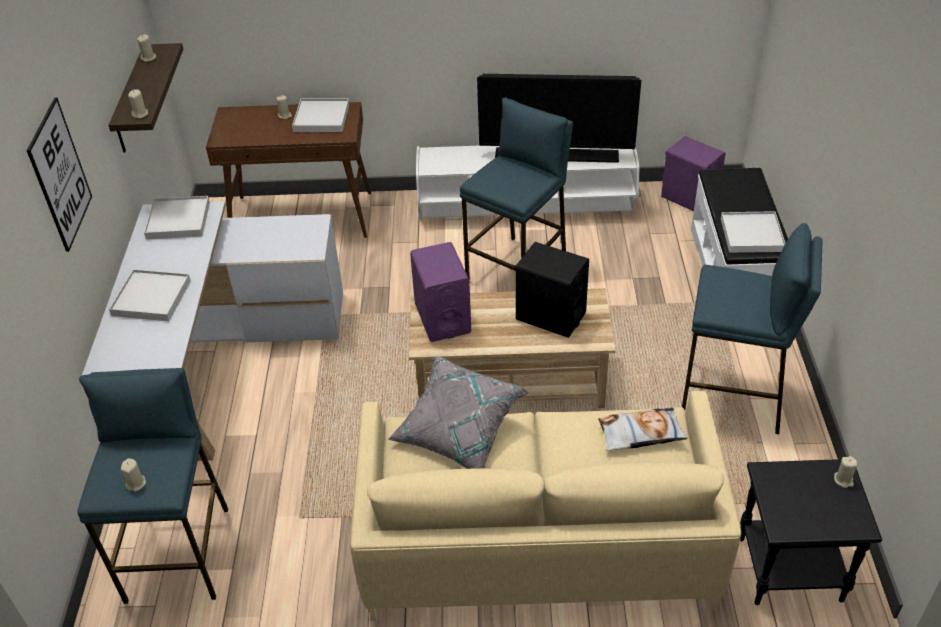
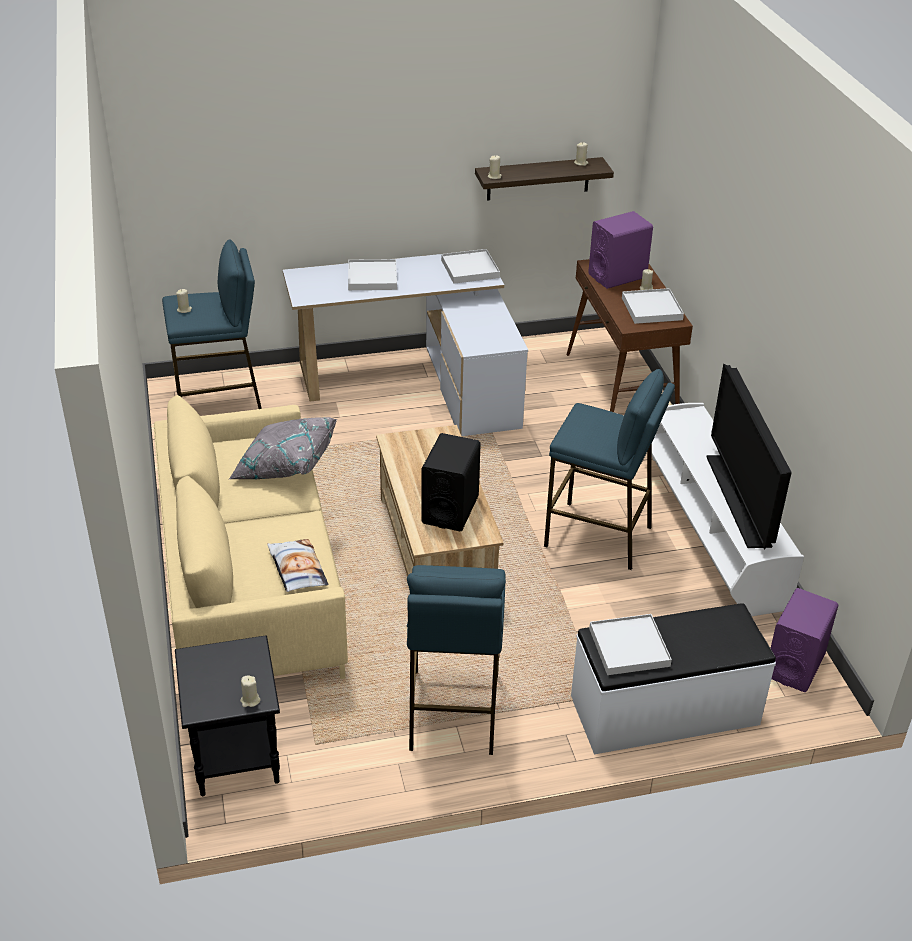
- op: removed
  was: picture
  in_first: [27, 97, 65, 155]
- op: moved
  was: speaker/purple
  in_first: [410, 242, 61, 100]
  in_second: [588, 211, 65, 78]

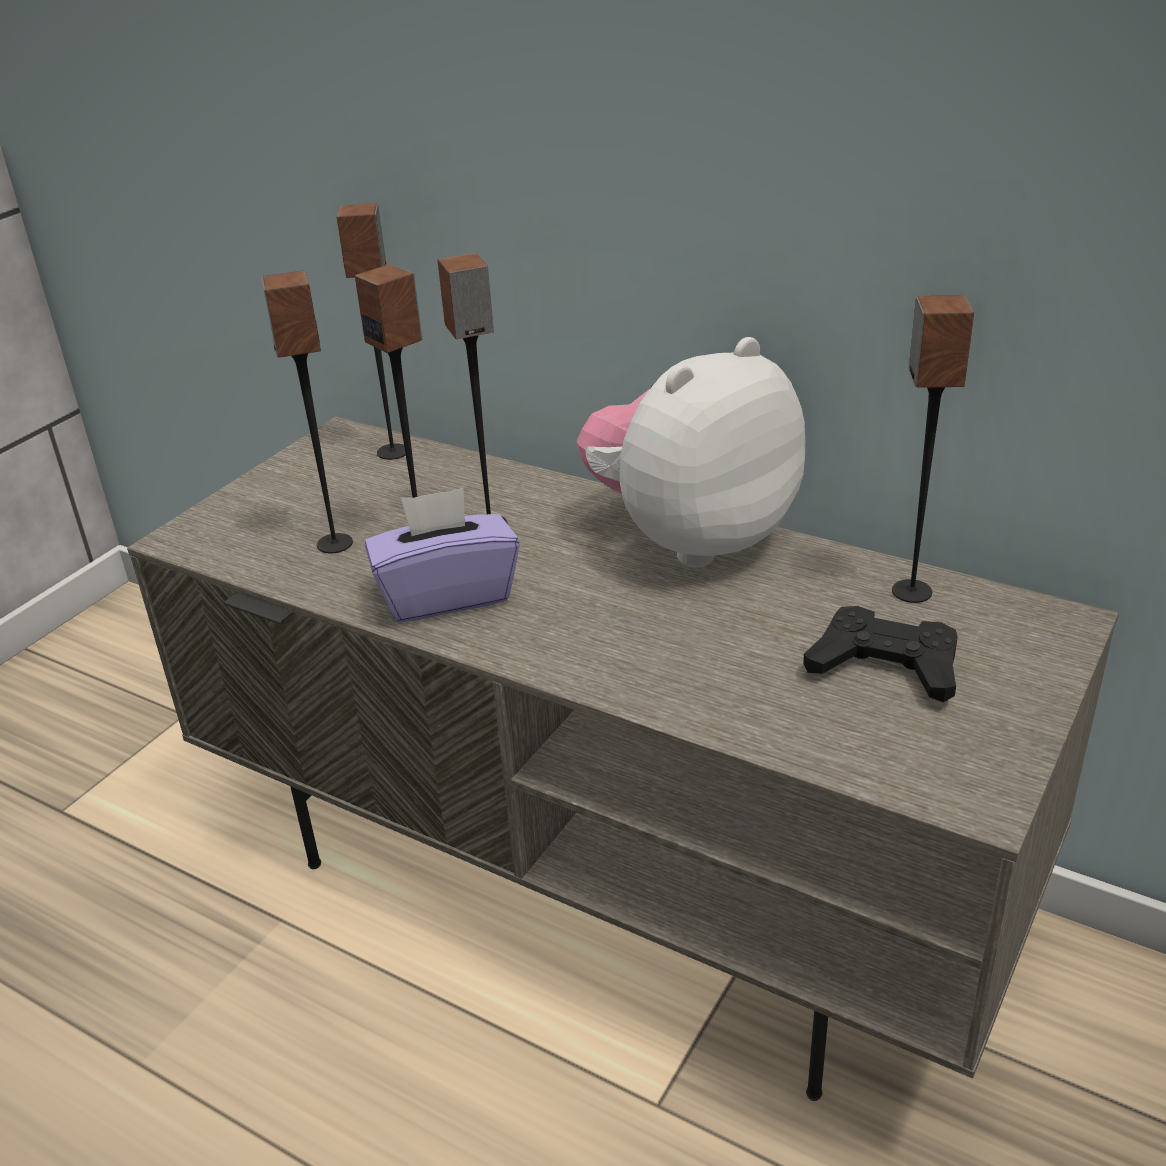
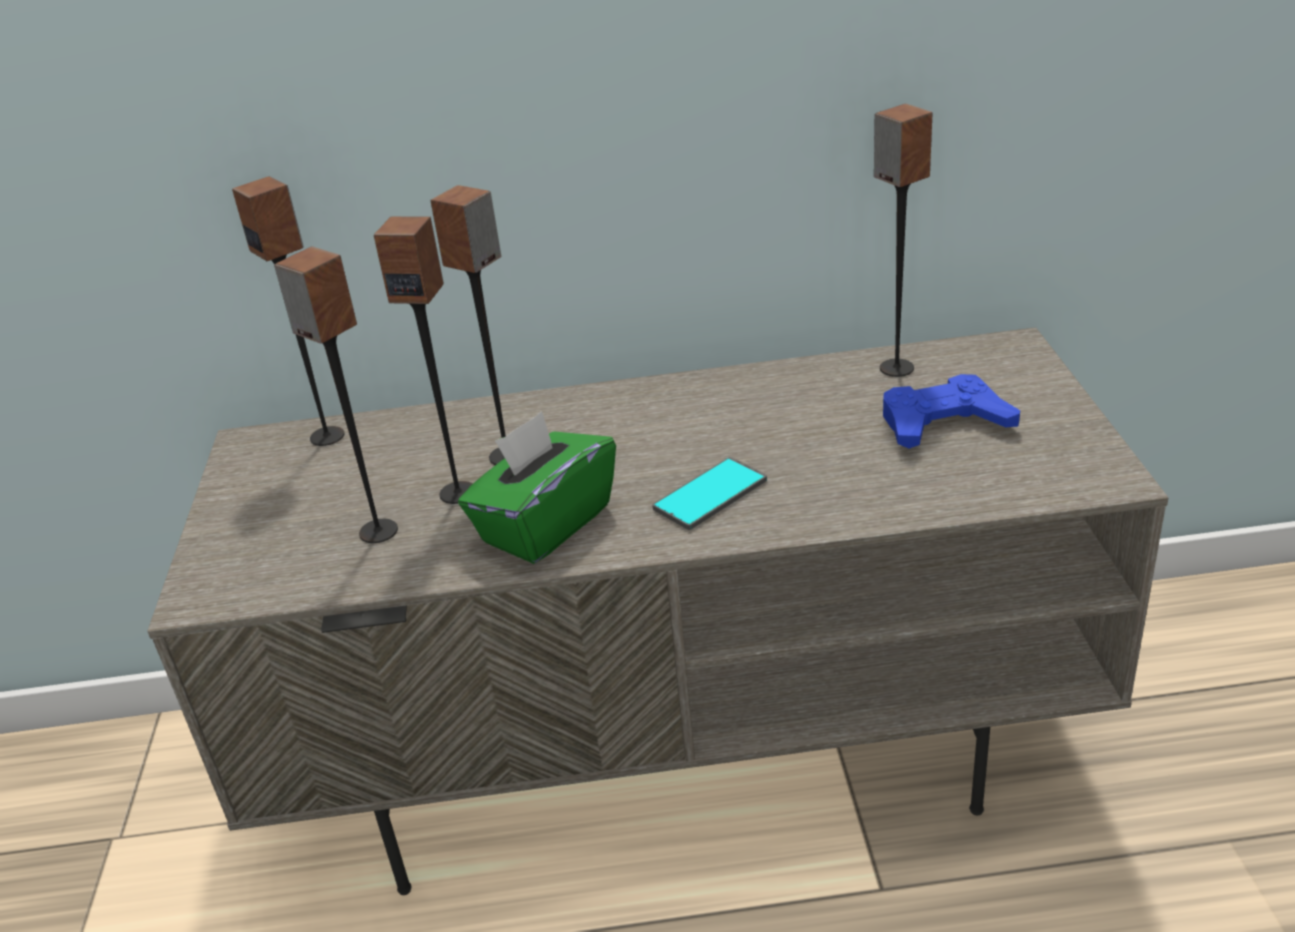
- op: removed
  was: plush toy
  in_first: [576, 337, 229, 230]
- op: recoloured
  was: tissue box/purple
  now: tissue box/green
  in_first: [365, 488, 154, 134]
  in_second: [458, 411, 158, 153]
- op: recoloured
  was: game controller/black
  now: game controller/blue
  in_first: [803, 606, 155, 96]
  in_second: [883, 374, 137, 74]
- op: added
  now: phone
  in_second: [652, 457, 115, 73]

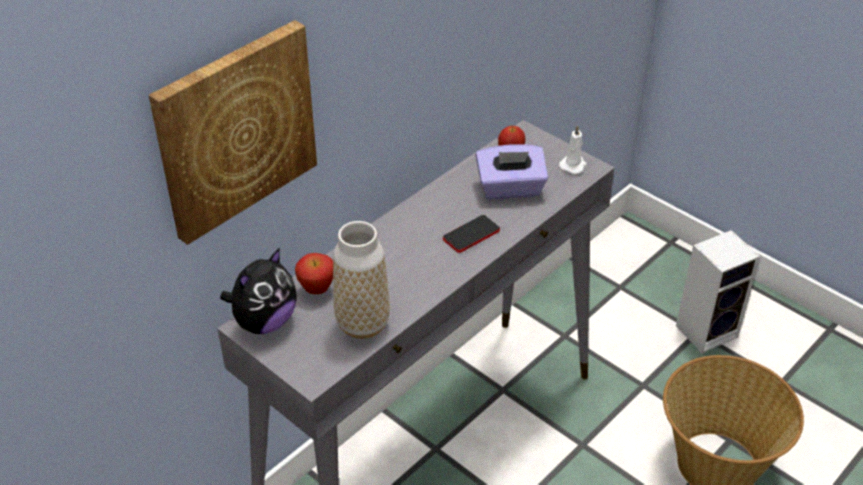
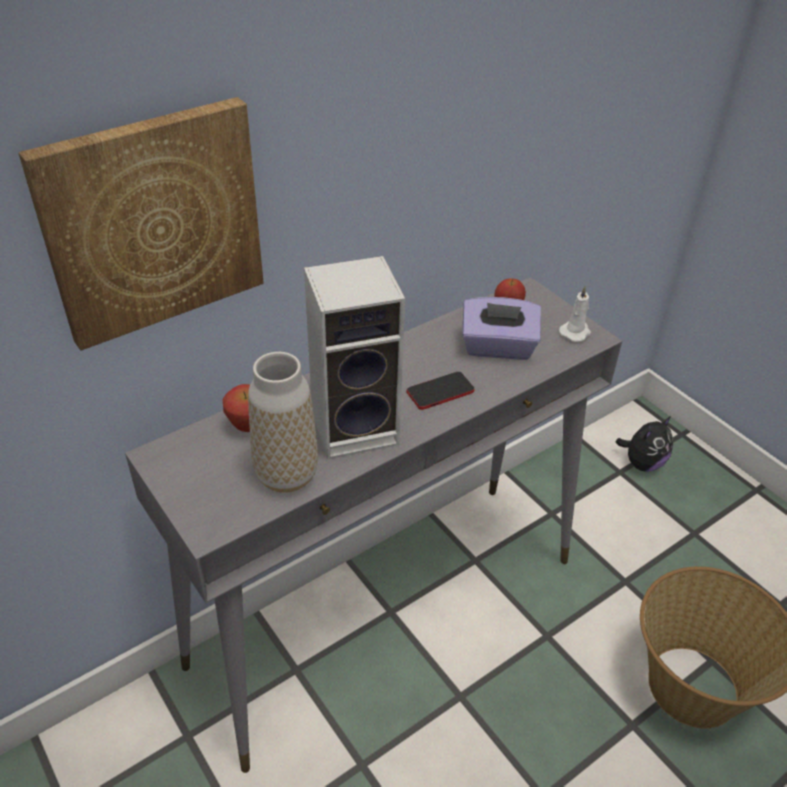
- op: moved
  was: speaker
  in_first: [676, 230, 84, 123]
  in_second: [304, 256, 101, 203]
- op: moved
  was: plush toy
  in_first: [220, 248, 77, 86]
  in_second: [615, 416, 58, 56]

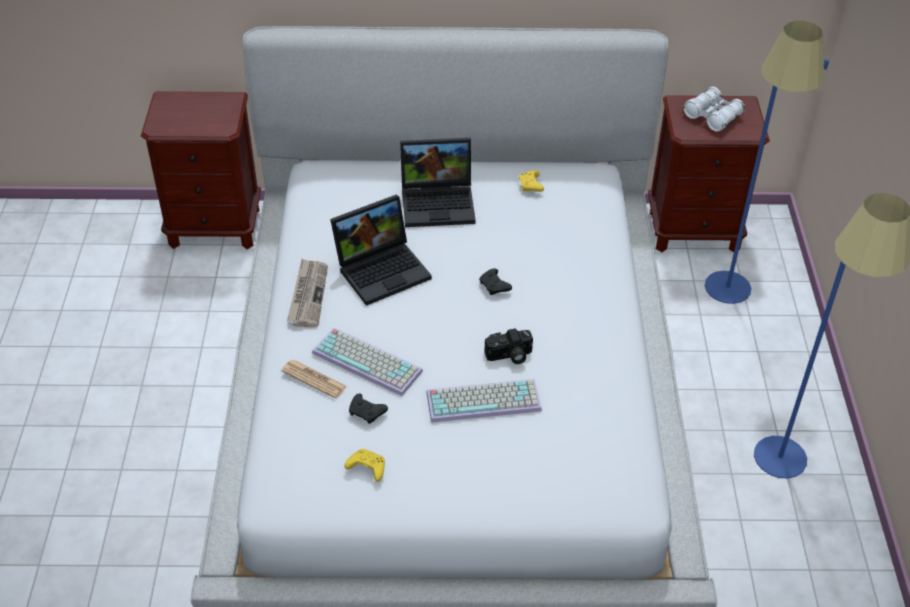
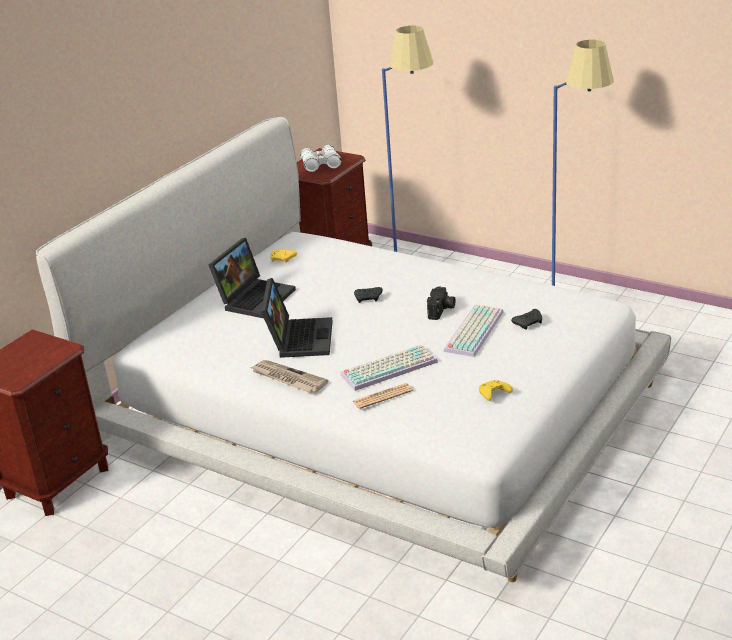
- op: moved
  was: game controller/black
  in_first: [349, 394, 39, 30]
  in_second: [511, 309, 31, 21]

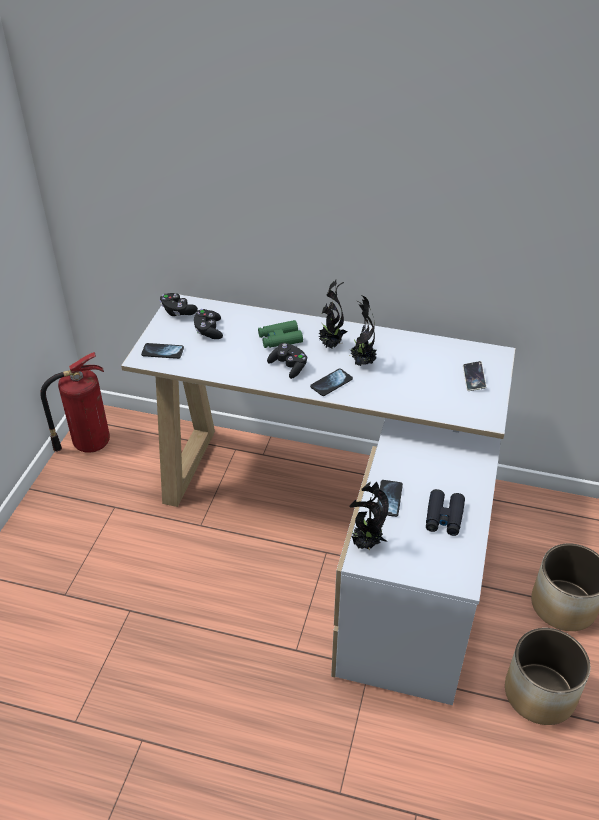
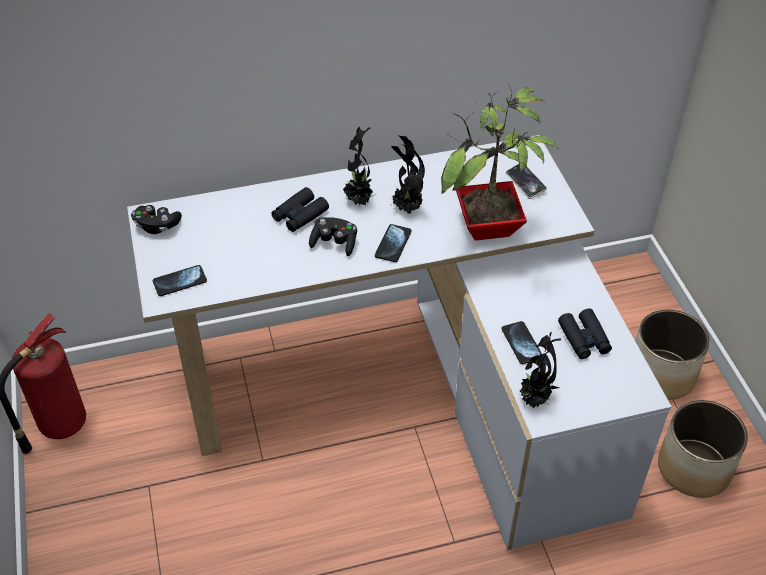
- op: removed
  was: game controller/black
  in_first: [194, 309, 29, 30]
- op: recoloured
  was: binoculars/green
  now: binoculars/black
  in_first: [258, 320, 45, 28]
  in_second: [271, 187, 58, 45]
- op: added
  now: potted plant
  in_second: [441, 84, 117, 157]

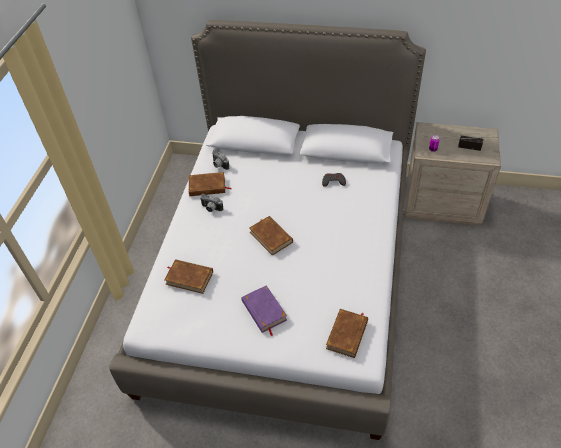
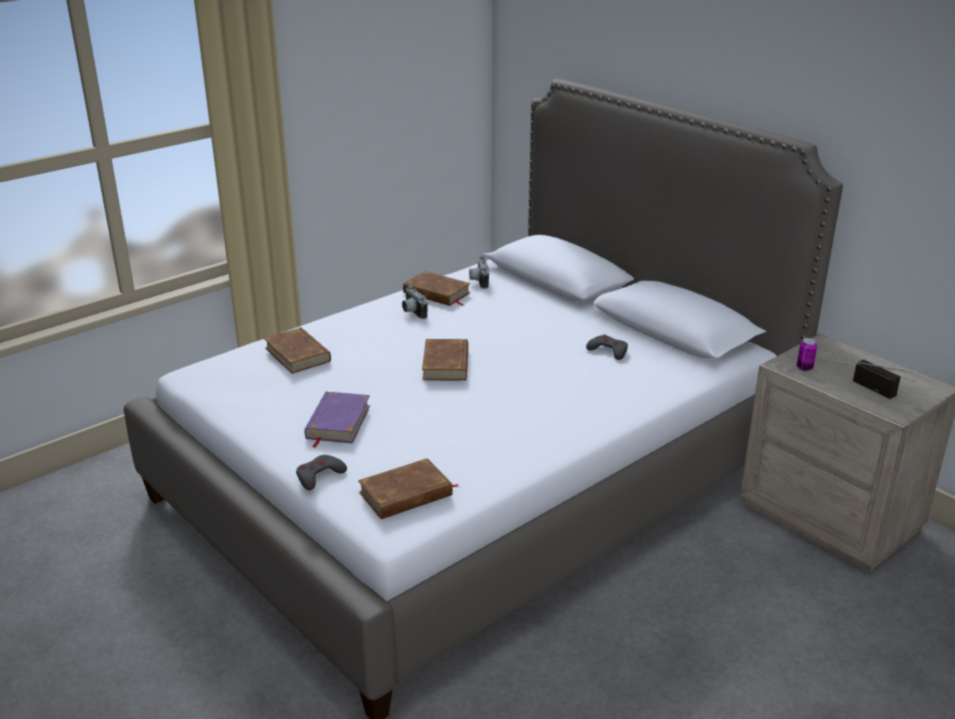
- op: added
  now: game controller/grey
  in_second: [296, 455, 51, 35]

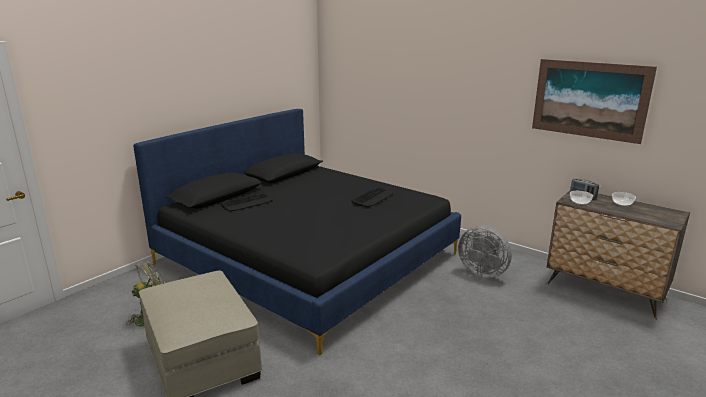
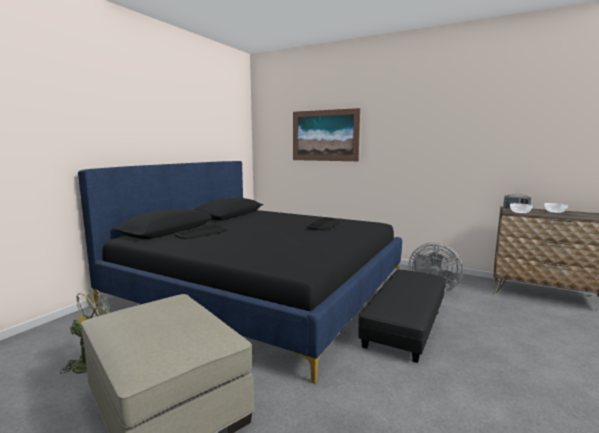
- op: moved
  was: picture
  in_first: [532, 59, 125, 85]
  in_second: [293, 108, 67, 53]
- op: added
  now: ottoman/black
  in_second: [358, 270, 88, 93]

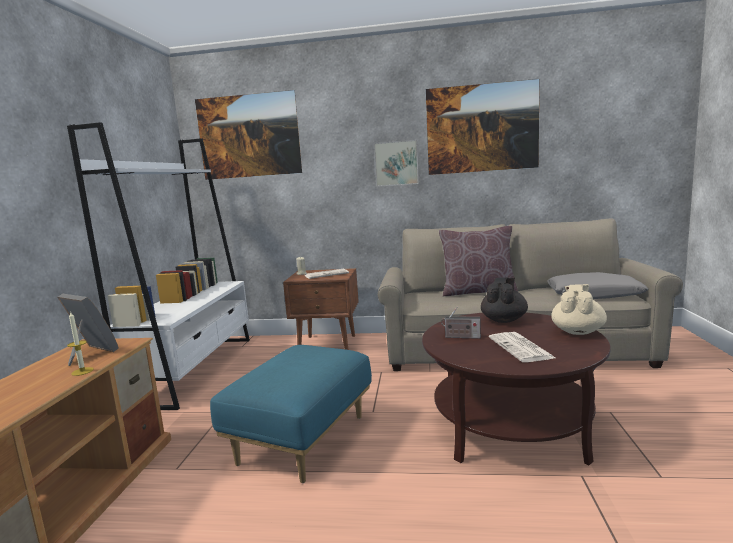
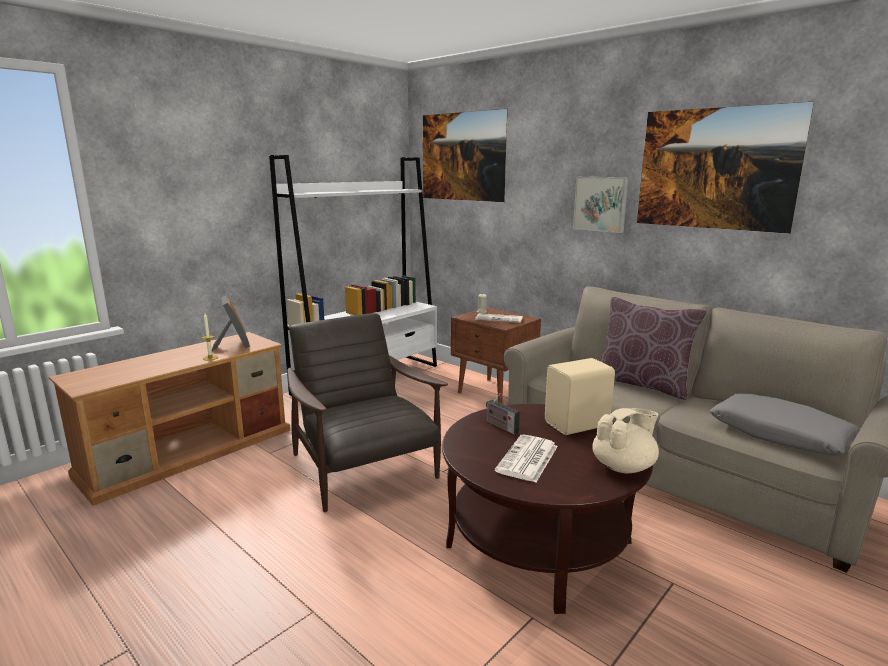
- op: replaced
  was: teapot/black
  now: speaker/beige
  in_first: [481, 277, 47, 46]
  in_second: [545, 358, 70, 77]
- op: replaced
  was: ottoman/blue
  now: armchair/brown
  in_first: [210, 345, 162, 138]
  in_second: [287, 313, 161, 199]

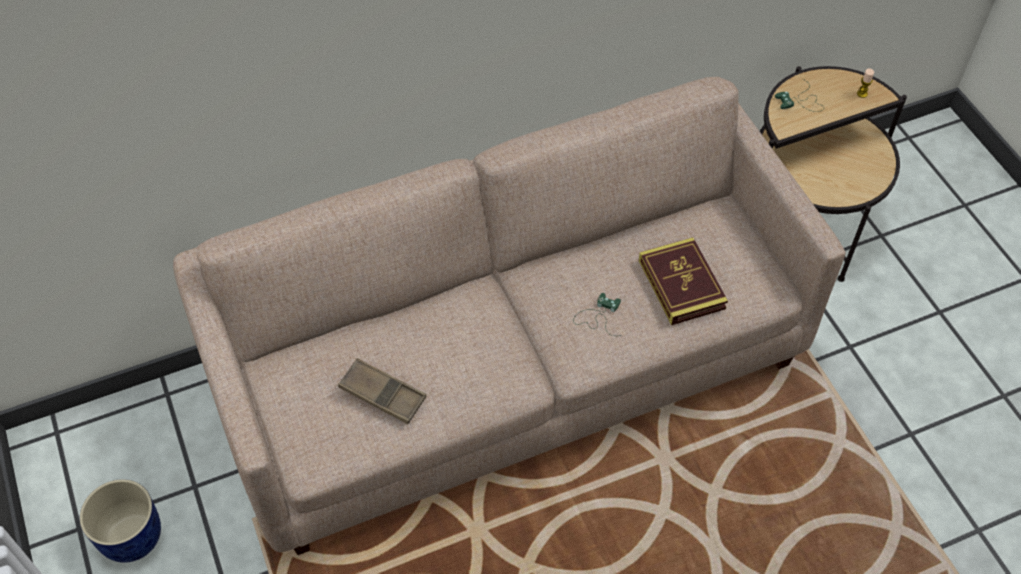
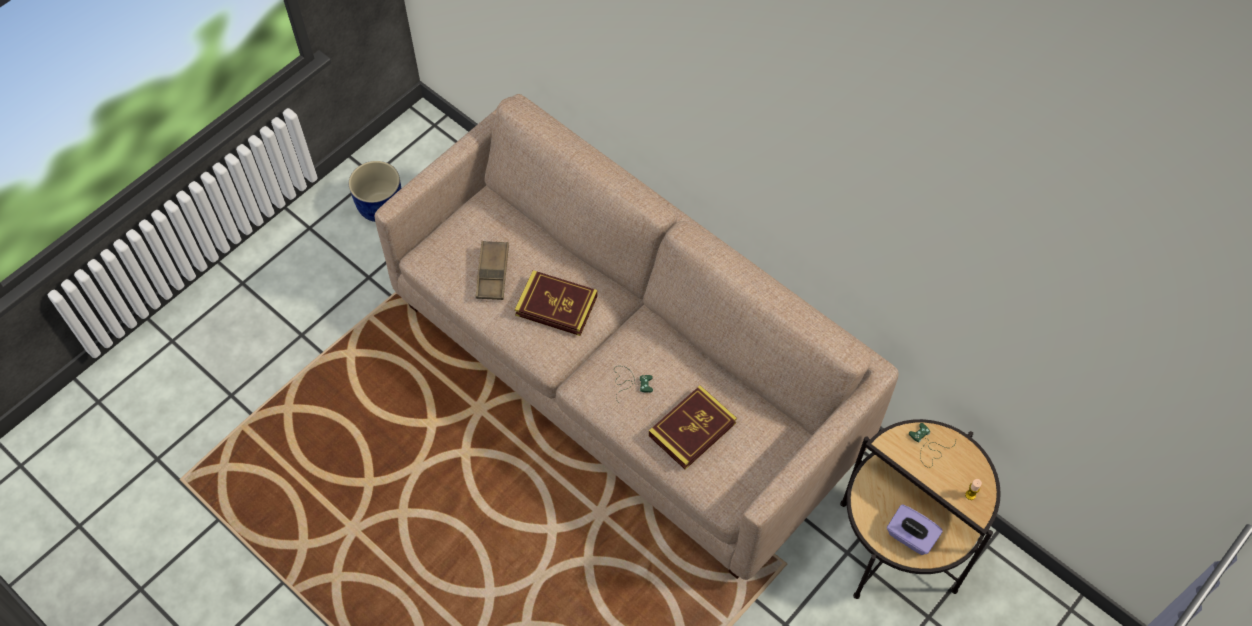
- op: added
  now: book
  in_second: [515, 270, 83, 66]
- op: added
  now: tissue box/purple
  in_second: [887, 504, 56, 51]

